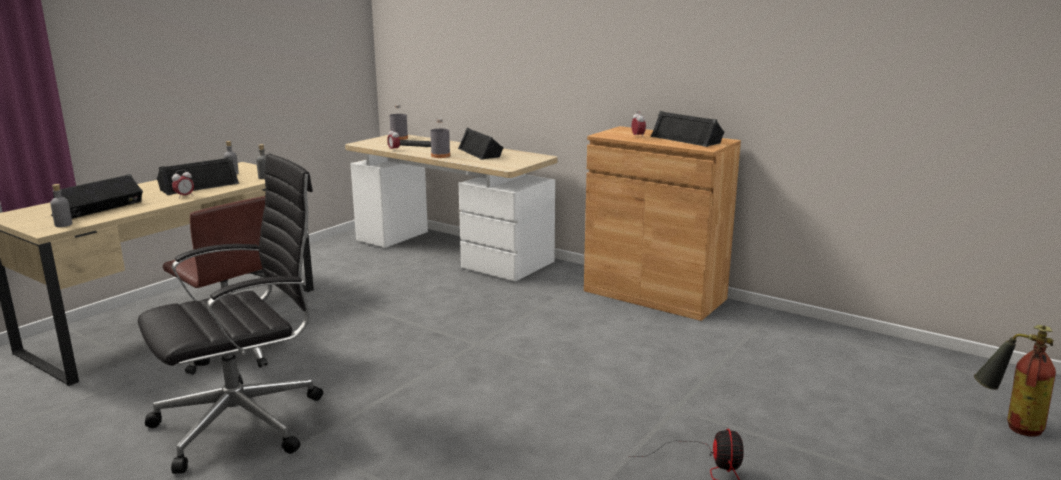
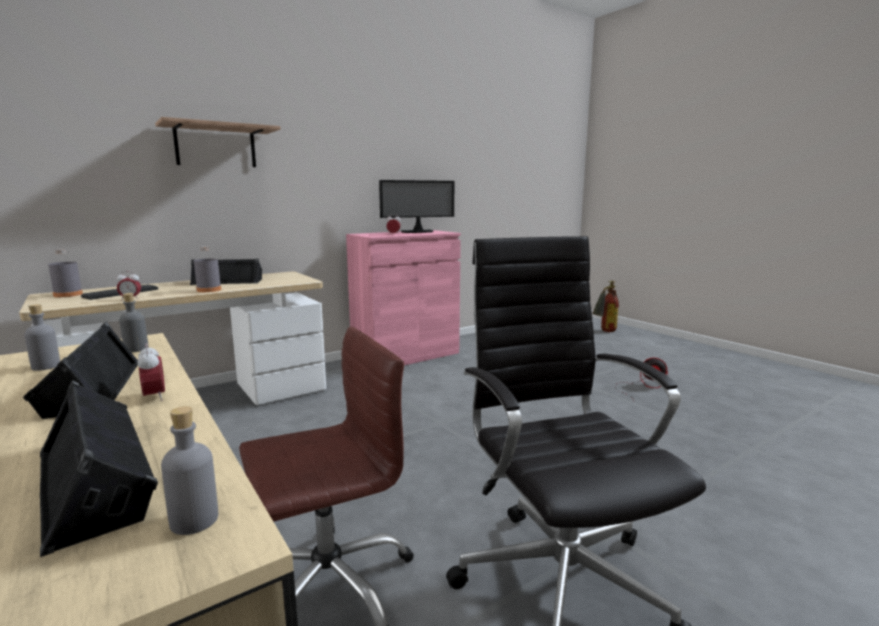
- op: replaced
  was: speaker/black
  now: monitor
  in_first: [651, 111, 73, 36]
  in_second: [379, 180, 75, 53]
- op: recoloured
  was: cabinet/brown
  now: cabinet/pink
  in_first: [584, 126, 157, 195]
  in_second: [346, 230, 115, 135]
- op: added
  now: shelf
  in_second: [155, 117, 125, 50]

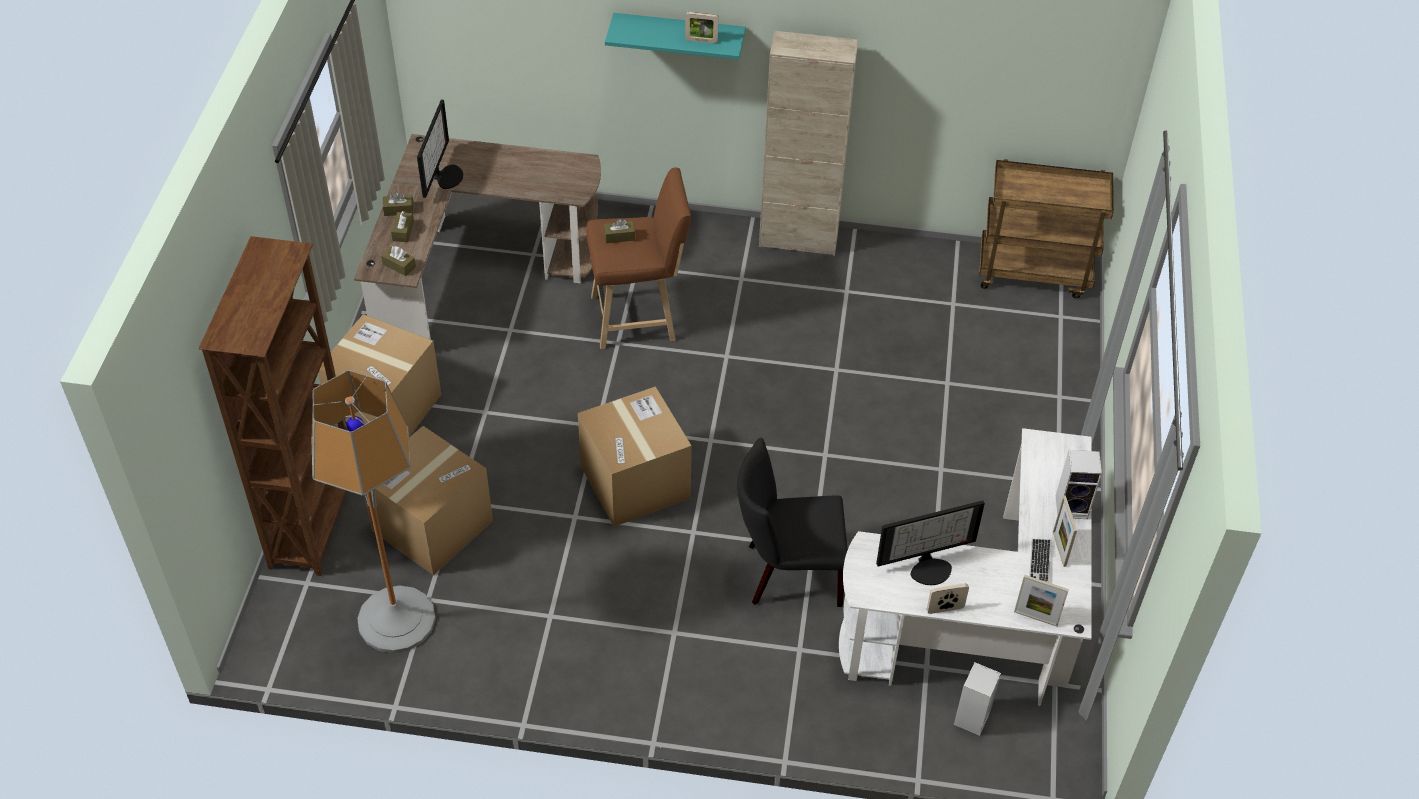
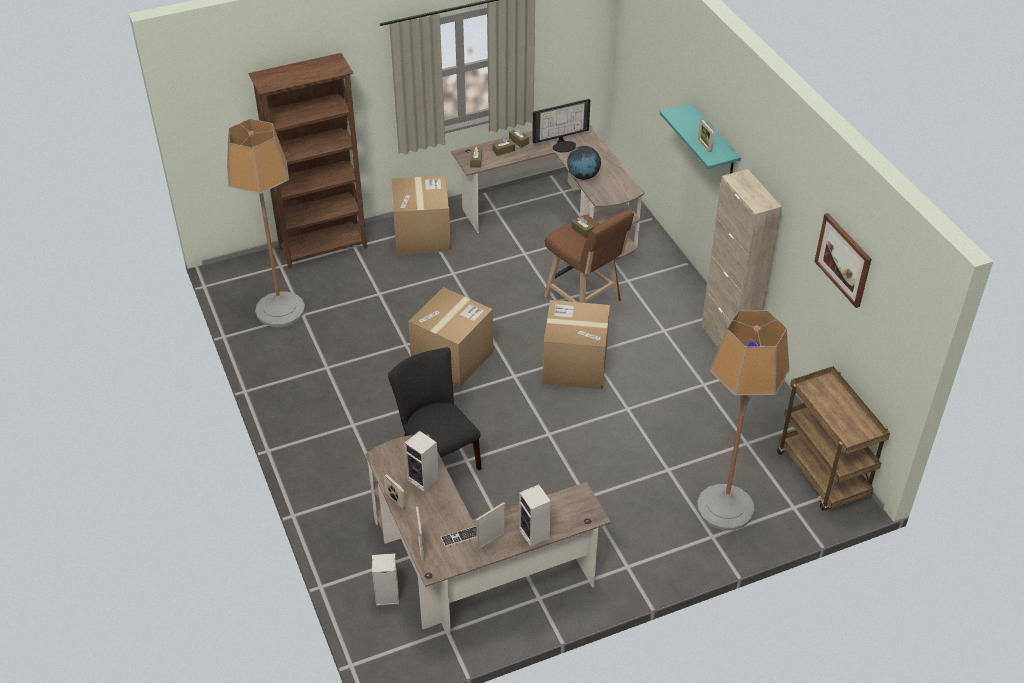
- op: moved
  was: cardboard box
  in_first: [364, 426, 129, 149]
  in_second: [543, 300, 67, 90]
- op: recoloured
  was: desk/white
  now: desk/brown
  in_first: [839, 428, 252, 278]
  in_second: [365, 434, 246, 205]
- op: replaced
  was: monitor
  now: speaker
  in_first: [876, 500, 109, 85]
  in_second: [404, 431, 35, 61]
- op: added
  now: globe
  in_second: [567, 146, 34, 34]
- op: added
  now: picture
  in_second: [814, 213, 58, 95]
- op: added
  now: floor lamp
  in_second: [697, 310, 93, 220]

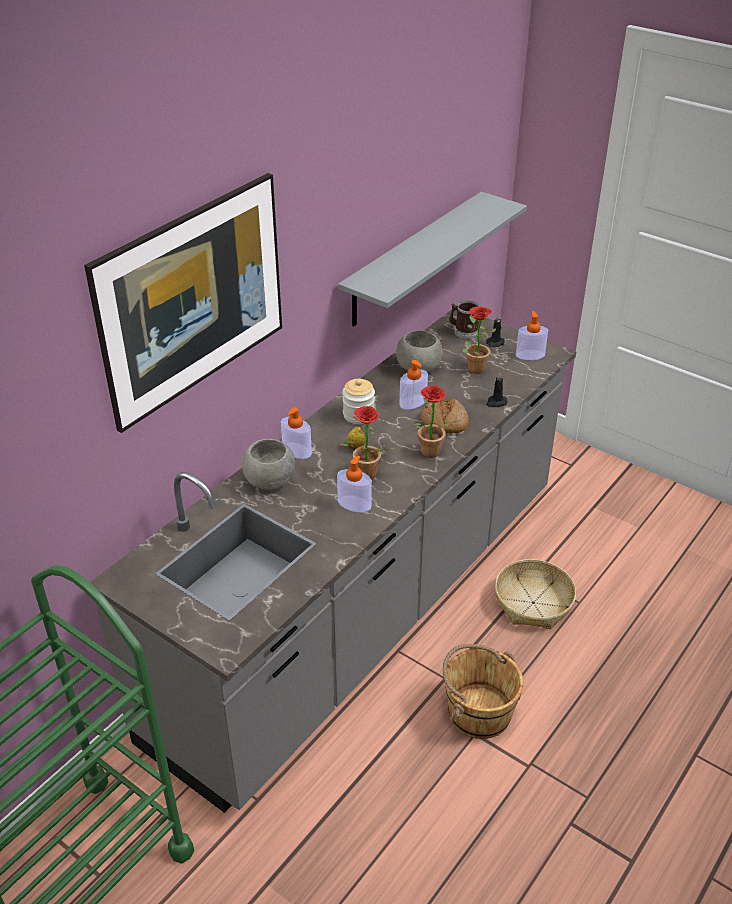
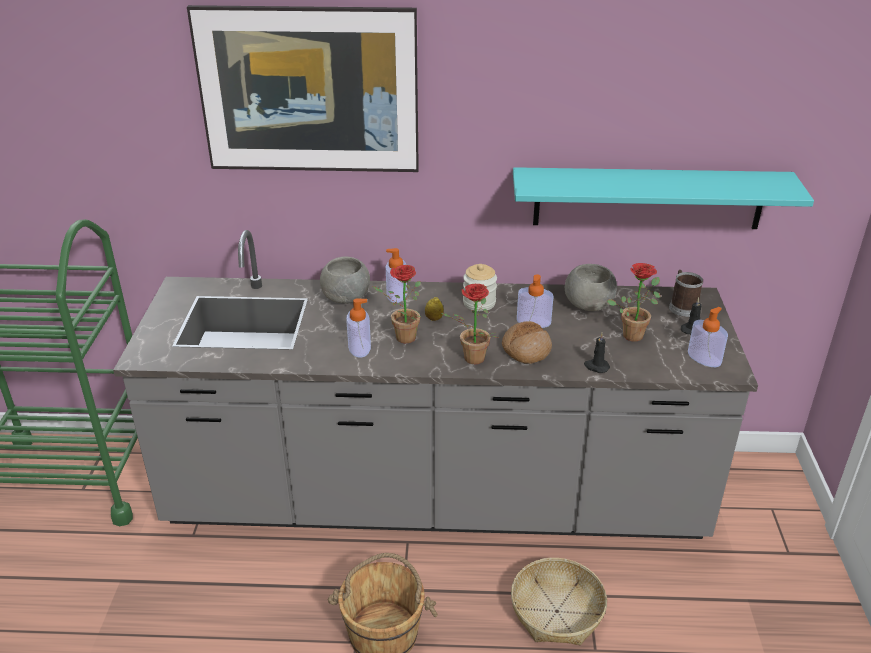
- op: recoloured
  was: shelf/grey
  now: shelf/turquoise
  in_first: [338, 192, 189, 135]
  in_second: [513, 167, 301, 62]

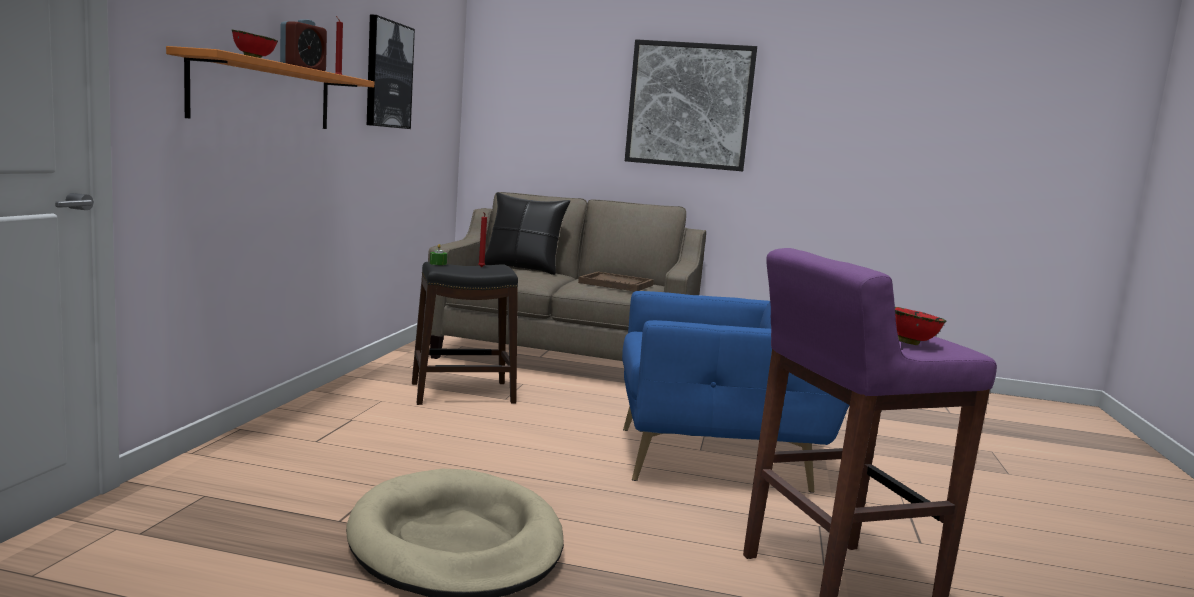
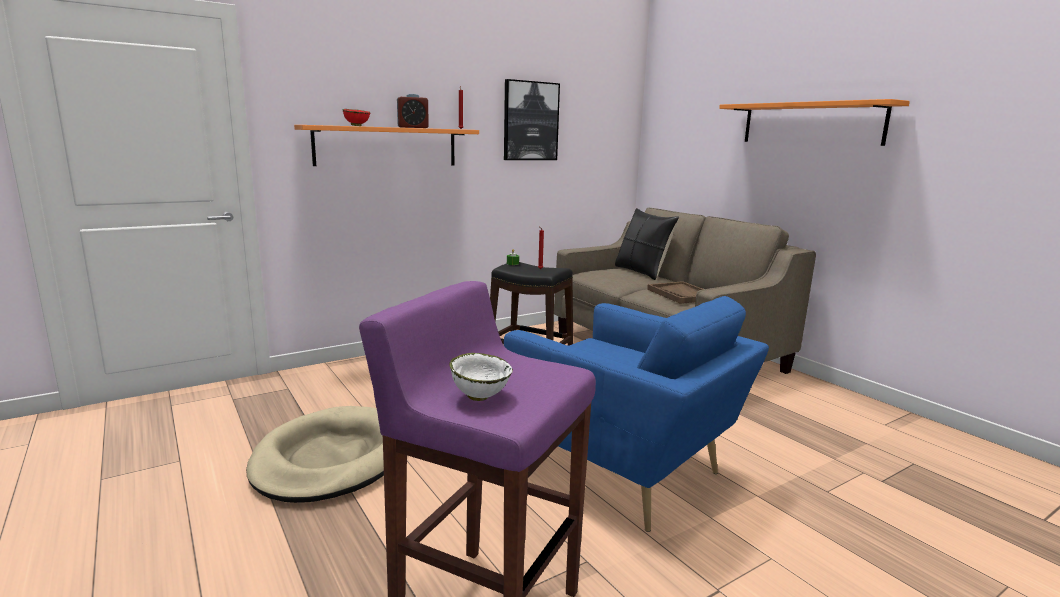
- op: replaced
  was: picture
  now: shelf/orange
  in_first: [625, 39, 132, 132]
  in_second: [719, 99, 191, 47]
- op: recoloured
  was: bowl/red
  now: bowl/white
  in_first: [895, 307, 51, 38]
  in_second: [449, 353, 64, 48]

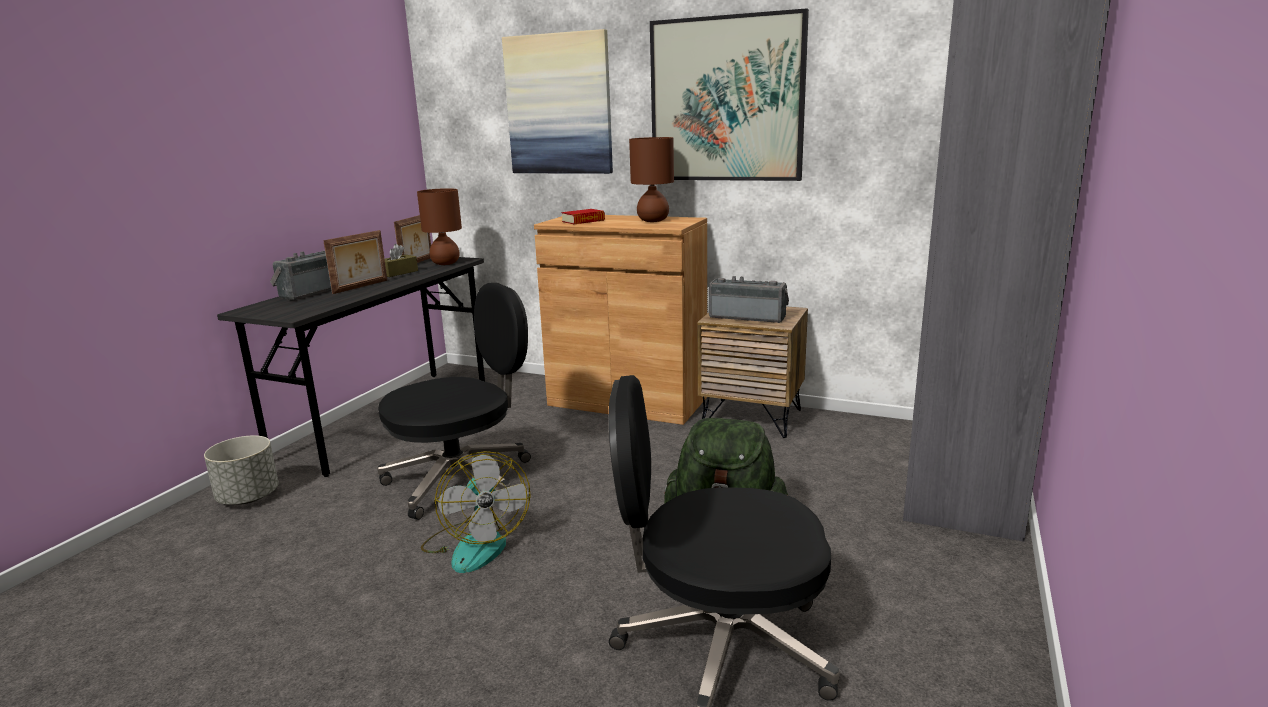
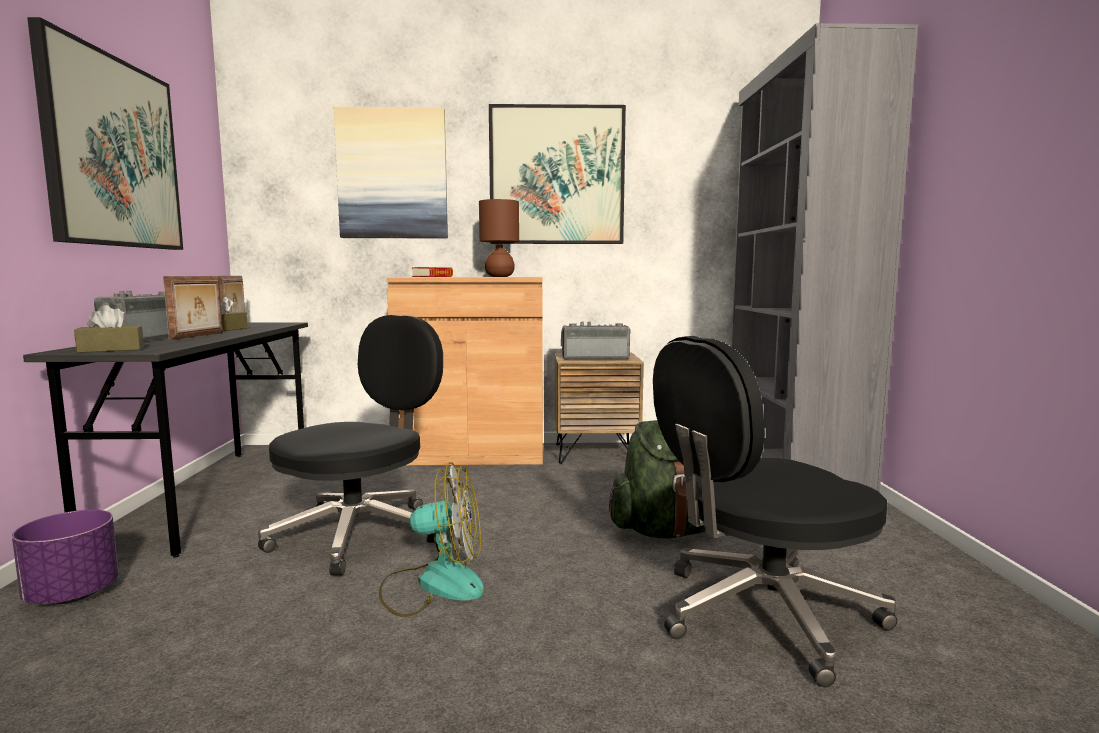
- op: removed
  was: table lamp/brown
  in_first: [417, 188, 45, 77]
- op: recoloured
  was: planter/grey
  now: planter/purple
  in_first: [204, 435, 75, 70]
  in_second: [12, 510, 107, 95]
- op: turned
  was: fan
  in_first: [421, 451, 110, 122]
  in_second: [379, 462, 105, 155]
  clockwise: -45
- op: added
  now: picture
  in_second: [27, 17, 156, 233]
- op: added
  now: tissue box/brown
  in_second: [74, 305, 70, 48]

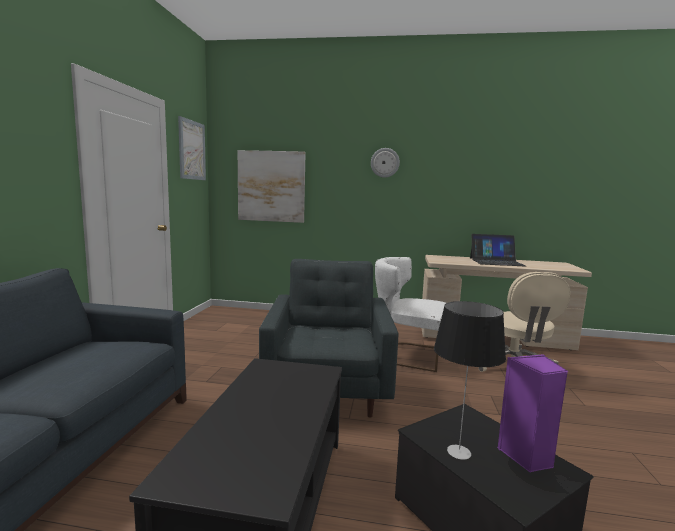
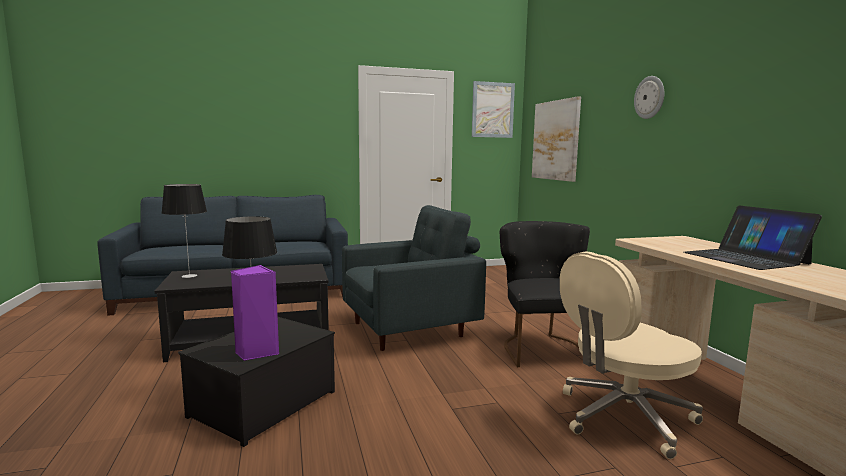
- op: recoloured
  was: chair/white
  now: chair/black
  in_first: [375, 257, 71, 115]
  in_second: [500, 221, 90, 146]
- op: added
  now: table lamp
  in_second: [162, 184, 45, 94]

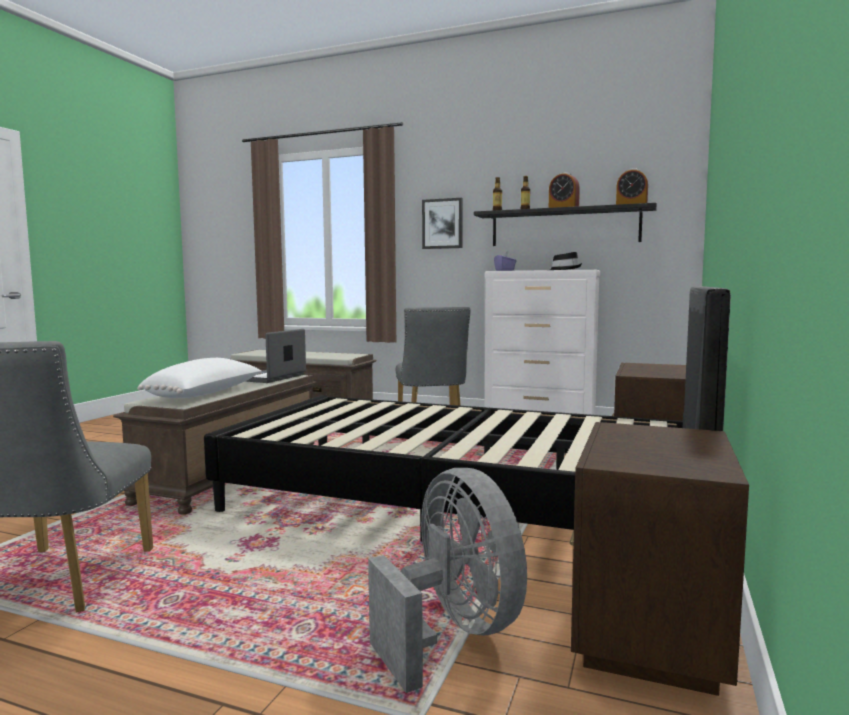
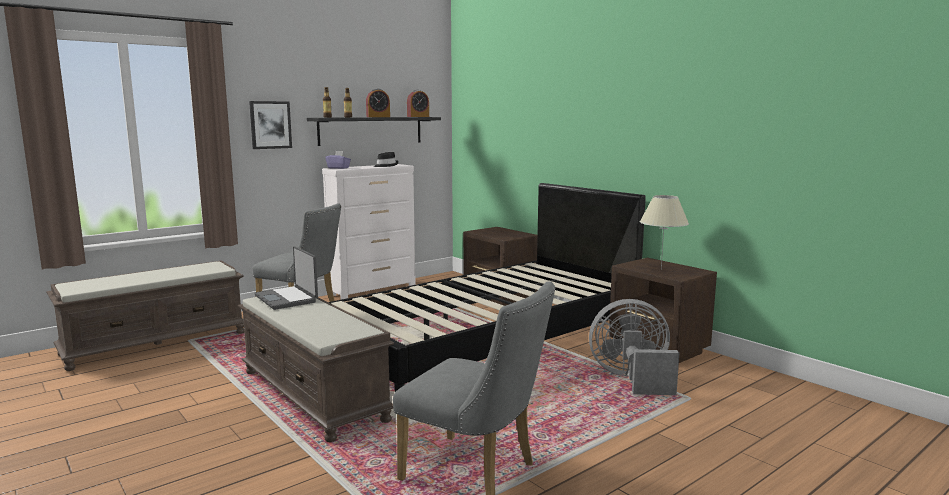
- op: removed
  was: pillow/white
  in_first: [137, 358, 124, 40]
- op: added
  now: table lamp/beige
  in_second: [640, 195, 49, 73]

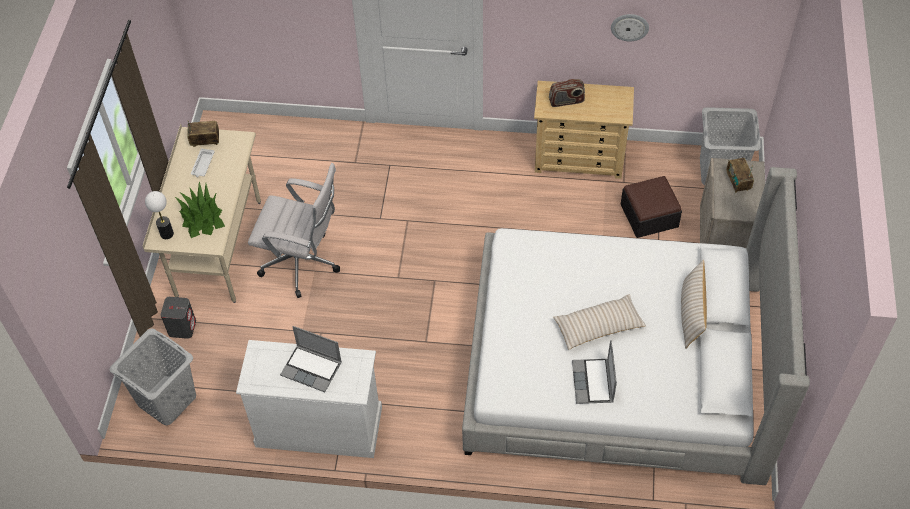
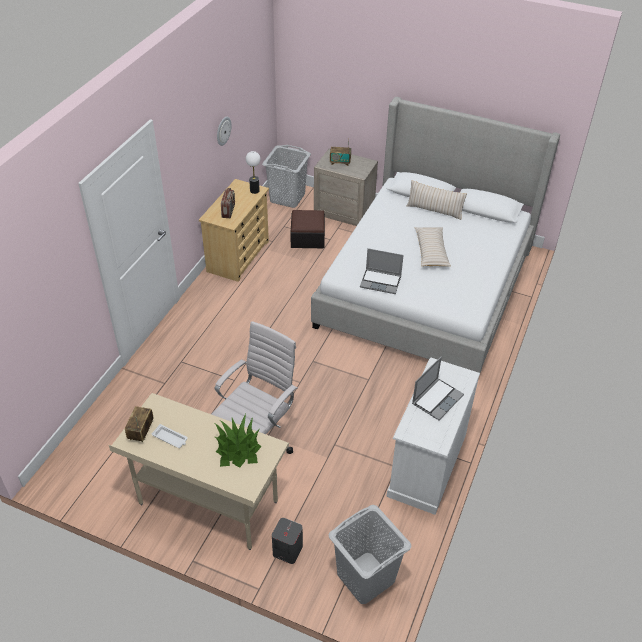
- op: moved
  was: table lamp
  in_first: [145, 191, 29, 48]
  in_second: [246, 151, 14, 43]
- op: moved
  was: laptop
  in_first: [572, 340, 45, 64]
  in_second: [360, 248, 44, 46]

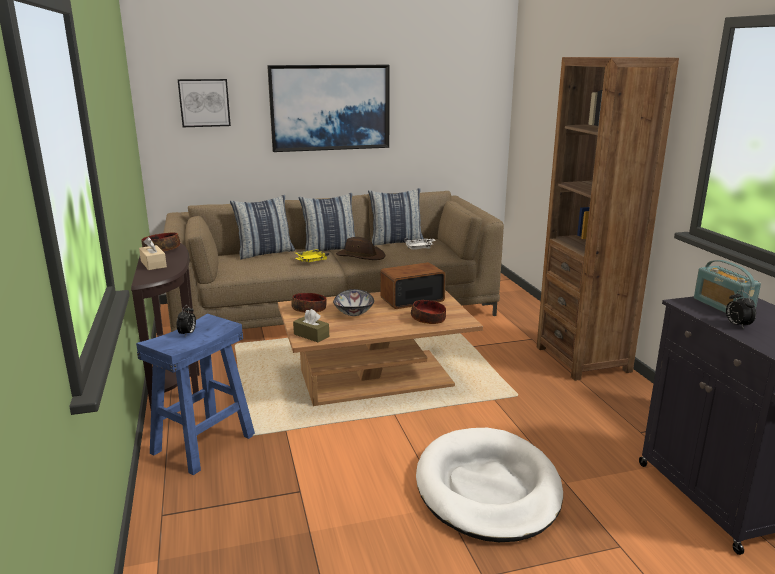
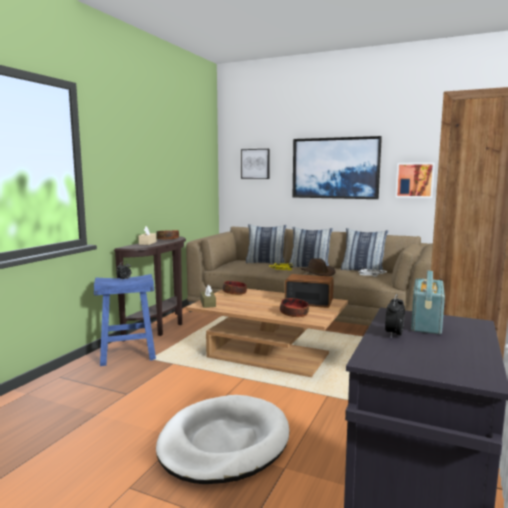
- op: removed
  was: bowl
  in_first: [333, 289, 41, 27]
- op: added
  now: picture
  in_second: [396, 163, 39, 35]

